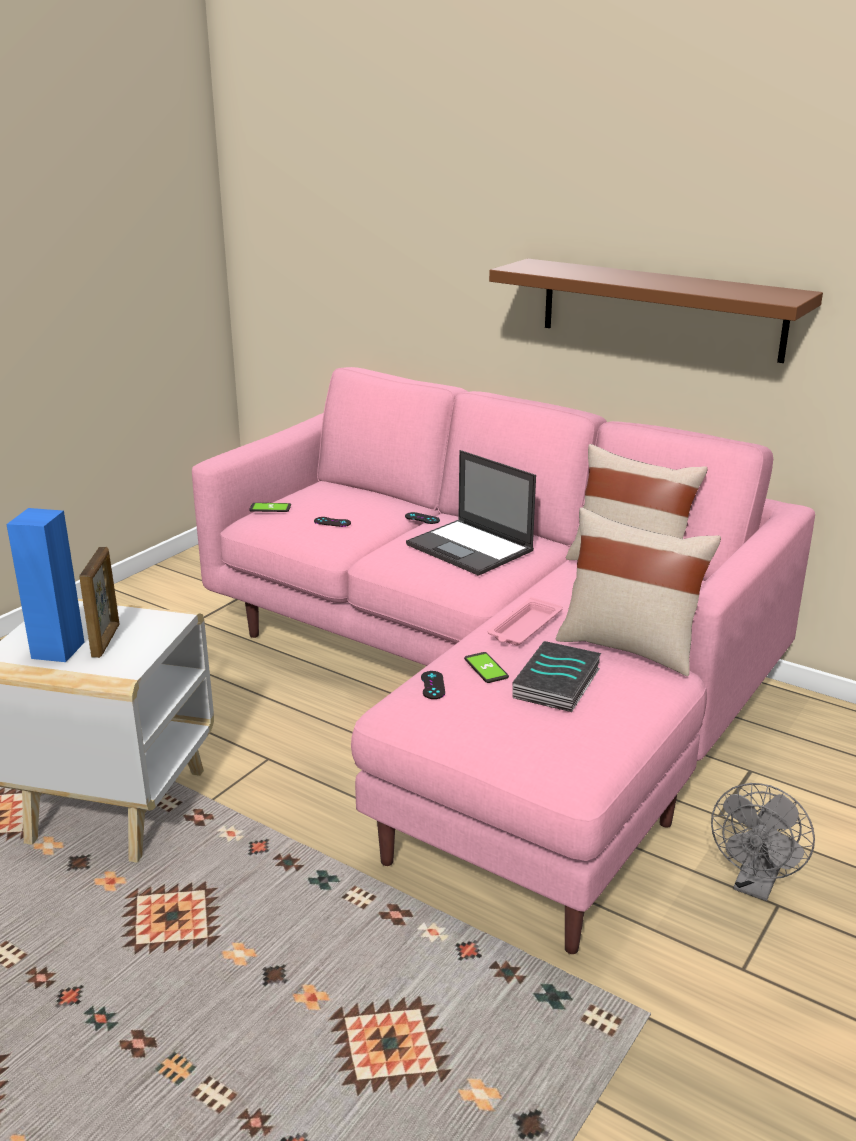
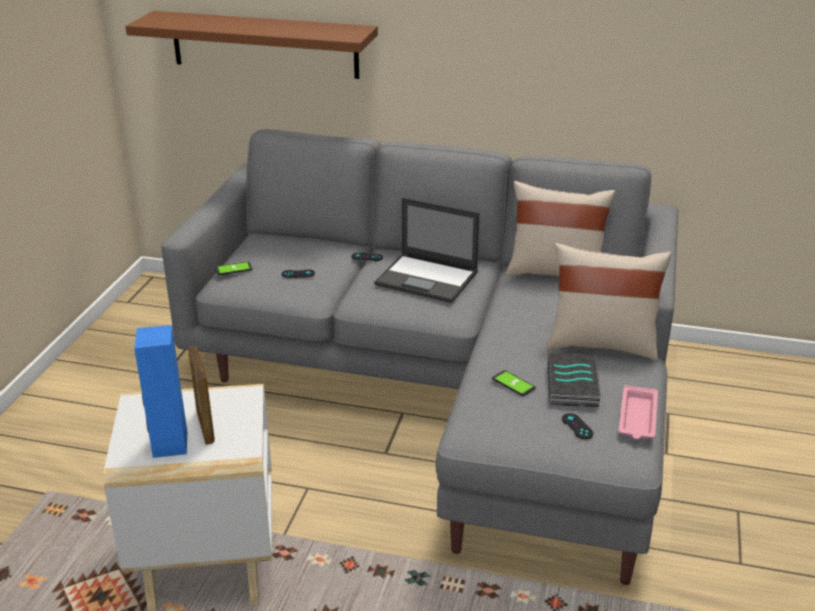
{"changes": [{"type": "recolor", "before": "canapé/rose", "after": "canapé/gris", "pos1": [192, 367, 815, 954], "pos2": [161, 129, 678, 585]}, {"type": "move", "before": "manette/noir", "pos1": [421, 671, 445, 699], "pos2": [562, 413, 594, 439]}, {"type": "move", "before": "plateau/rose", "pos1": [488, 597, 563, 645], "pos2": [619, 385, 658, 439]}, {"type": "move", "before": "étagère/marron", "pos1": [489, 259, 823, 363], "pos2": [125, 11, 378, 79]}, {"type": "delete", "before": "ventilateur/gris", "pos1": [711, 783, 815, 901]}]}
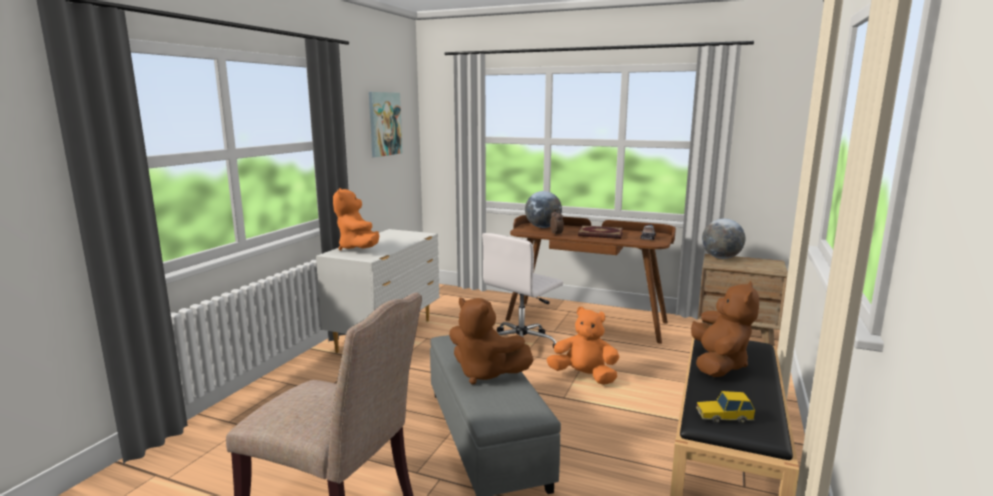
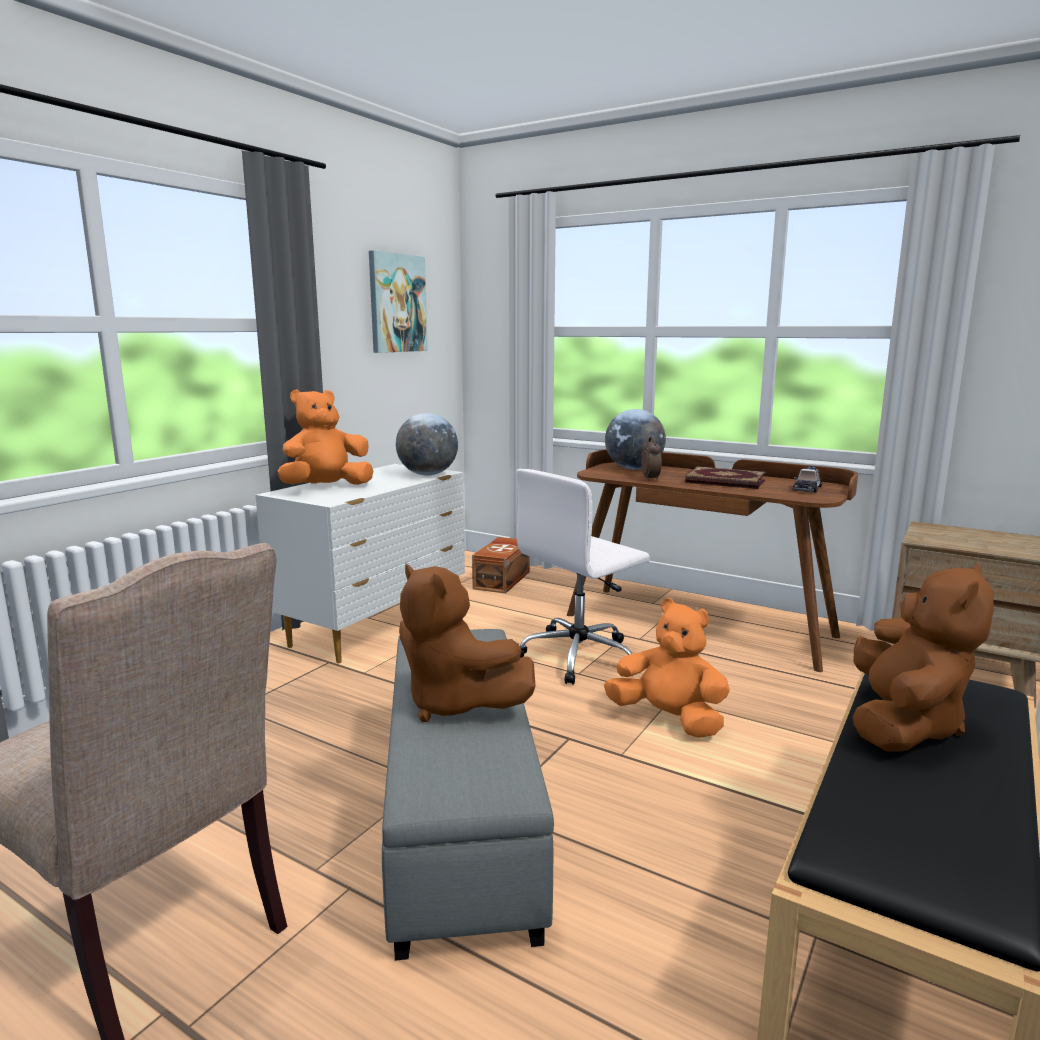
{"changes": [{"type": "rotate", "before": "peluche/orange", "pos1": [333, 188, 379, 251], "pos2": [278, 389, 373, 485], "turn": 60}, {"type": "delete", "before": "petite voiture", "pos1": [696, 391, 755, 424]}, {"type": "move", "before": "globe", "pos1": [702, 219, 745, 259], "pos2": [396, 413, 458, 475]}, {"type": "insert", "after": "boîte de rangement/marron", "pos2": [472, 537, 530, 593]}]}
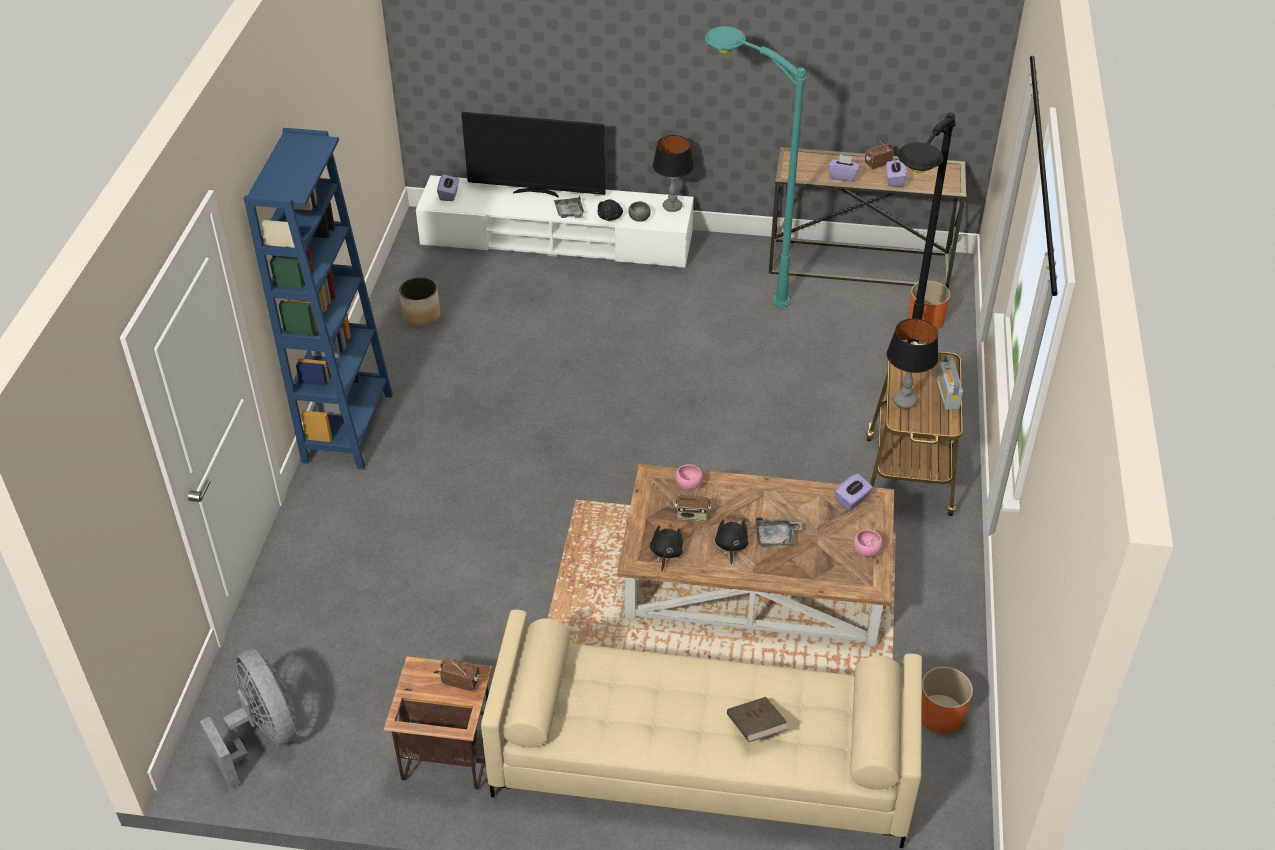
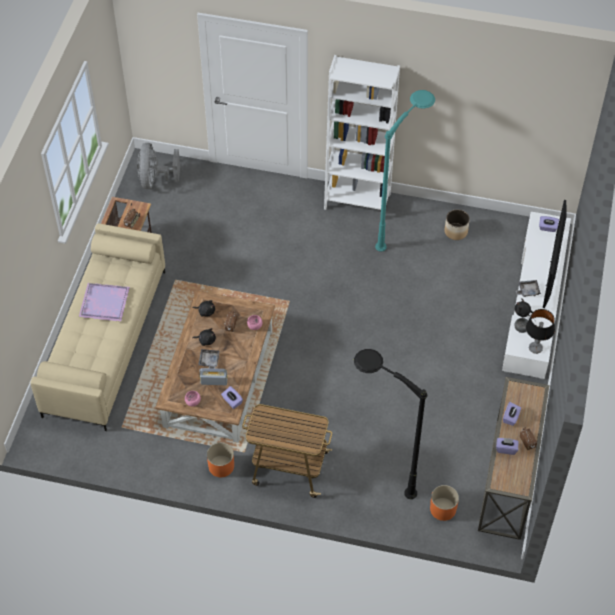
{"changes": [{"type": "rotate", "before": "ventilateur/gris", "pos1": [200, 649, 296, 789], "pos2": [137, 143, 180, 189], "turn": 120}, {"type": "recolor", "before": "bibliothèque/bleu", "after": "bibliothèque/blanc", "pos1": [244, 128, 393, 469], "pos2": [324, 55, 400, 210]}, {"type": "move", "before": "lampadaire/turquoise", "pos1": [705, 26, 807, 307], "pos2": [375, 90, 435, 252]}, {"type": "delete", "before": "livre/marron", "pos1": [727, 697, 788, 742]}, {"type": "delete", "before": "lampe de table", "pos1": [887, 318, 939, 409]}, {"type": "move", "before": "cache-pot/orange", "pos1": [922, 667, 973, 734], "pos2": [207, 442, 234, 477]}, {"type": "move", "before": "radio", "pos1": [937, 355, 963, 410], "pos2": [199, 368, 228, 385]}, {"type": "insert", "after": "plateau/violet", "pos2": [79, 283, 130, 322]}]}
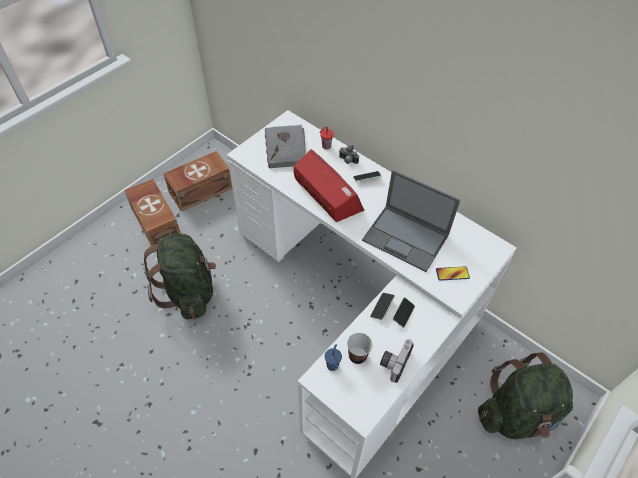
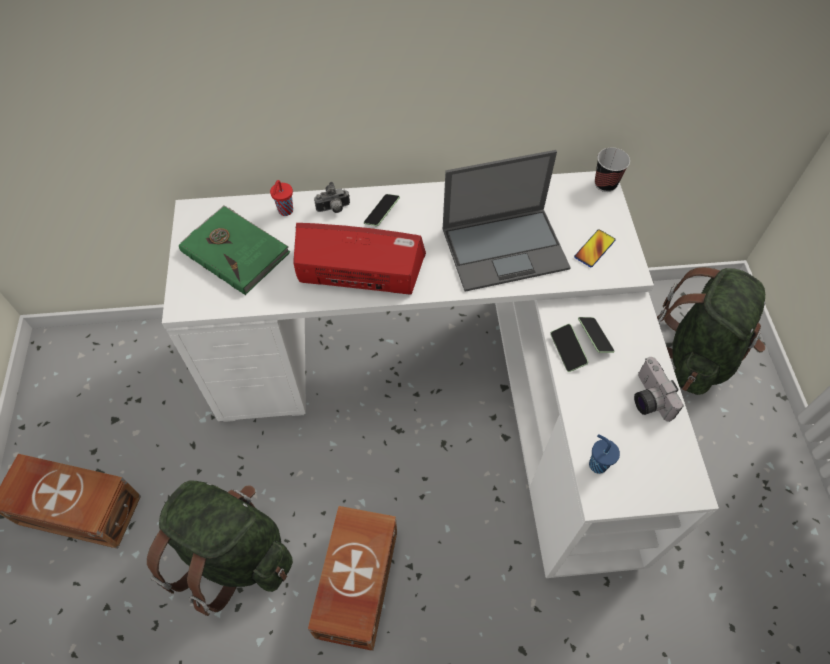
{"changes": [{"type": "move", "before": "boîte de rangement/marron", "pos1": [163, 151, 232, 211], "pos2": [308, 506, 397, 651]}, {"type": "recolor", "before": "livre/gris", "after": "livre/vert", "pos1": [265, 125, 306, 168], "pos2": [179, 205, 290, 295]}, {"type": "move", "before": "tasse", "pos1": [347, 333, 373, 364], "pos2": [595, 148, 630, 192]}]}
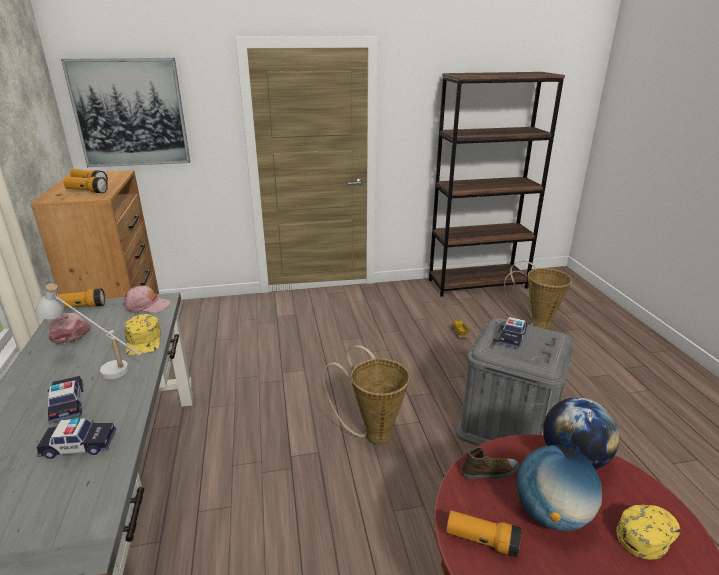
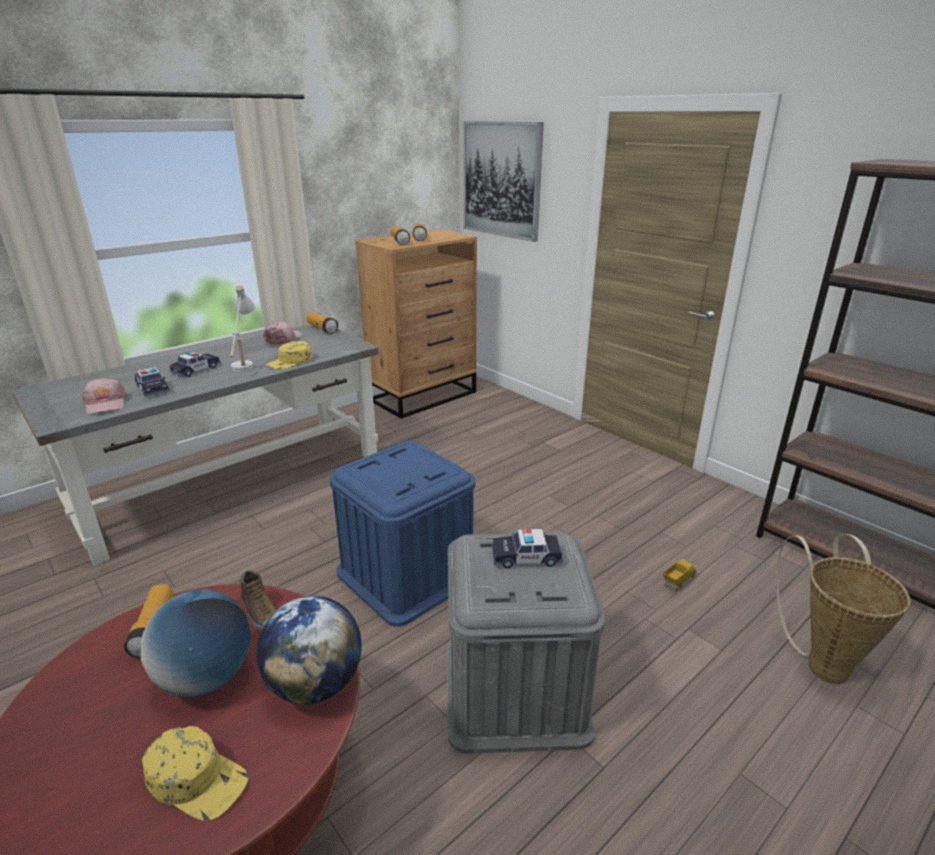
{"changes": [{"type": "move", "before": "casquette/rose", "pos1": [122, 286, 172, 313], "pos2": [82, 378, 126, 415]}, {"type": "replace", "before": "panier", "after": "boîte de rangement/bleu", "pos1": [323, 345, 410, 445], "pos2": [329, 441, 475, 627]}]}
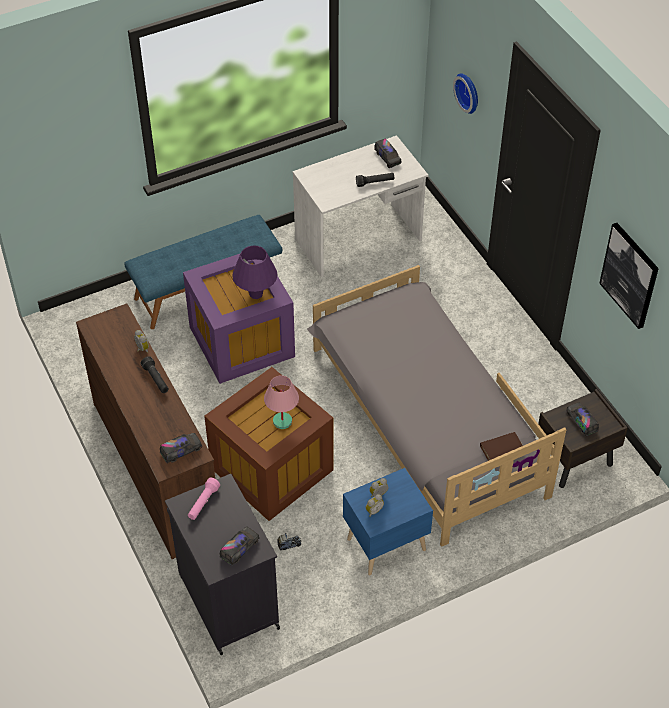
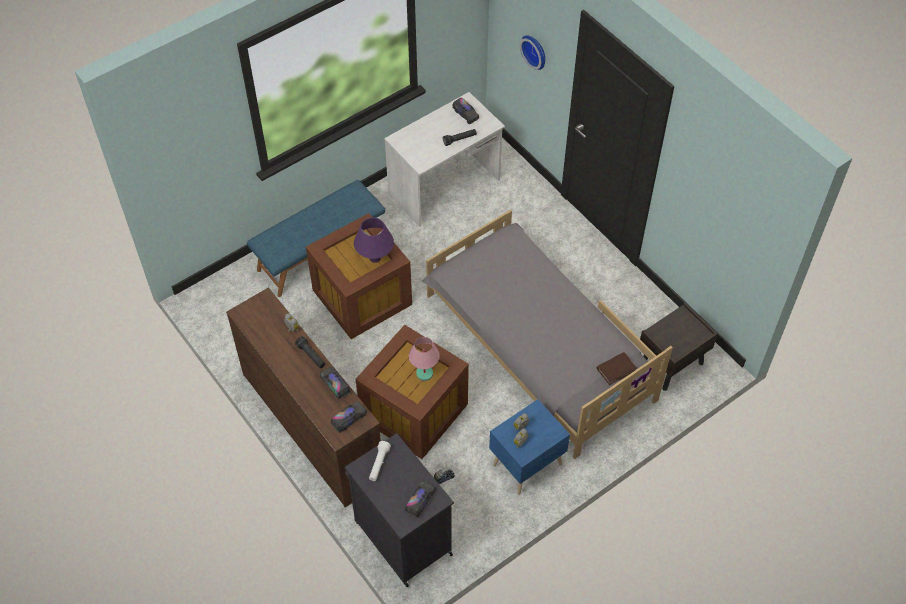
{"changes": [{"type": "recolor", "before": "boîte de rangement/violet", "after": "boîte de rangement/marron", "pos1": [183, 254, 295, 384], "pos2": [306, 213, 412, 339]}, {"type": "recolor", "before": "lampe de poche/rose", "after": "lampe de poche/blanc", "pos1": [188, 478, 220, 520], "pos2": [369, 441, 391, 481]}, {"type": "move", "before": "camion jouet", "pos1": [566, 402, 599, 436], "pos2": [320, 367, 350, 399]}, {"type": "delete", "before": "tableau", "pos1": [599, 223, 659, 329]}]}
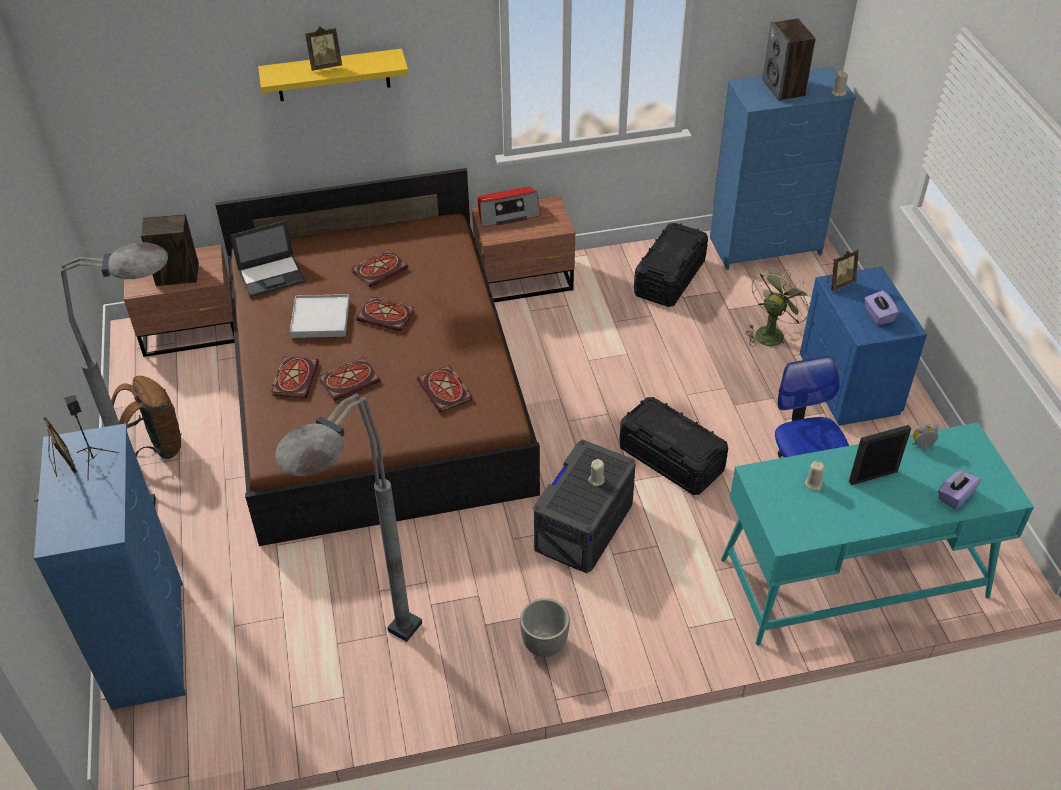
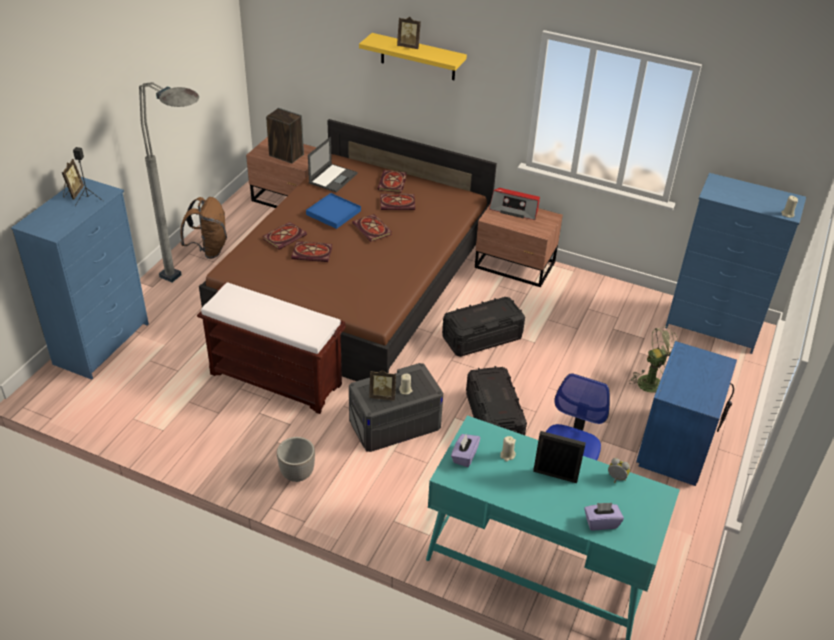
{"changes": [{"type": "rotate", "before": "ordinateur portable", "pos1": [230, 220, 305, 297], "pos2": [308, 137, 358, 192], "turn": -75}, {"type": "delete", "before": "lampadaire/gris", "pos1": [275, 394, 422, 642]}, {"type": "recolor", "before": "plateau/blanc", "after": "plateau/bleu", "pos1": [290, 294, 350, 338], "pos2": [306, 193, 361, 229]}, {"type": "move", "before": "livre", "pos1": [417, 365, 472, 413], "pos2": [378, 170, 407, 193]}, {"type": "move", "before": "boîte de rangement/noir", "pos1": [634, 223, 708, 307], "pos2": [442, 297, 525, 357]}, {"type": "delete", "before": "enceinte", "pos1": [762, 19, 816, 101]}, {"type": "move", "before": "cadre photo", "pos1": [826, 249, 859, 291], "pos2": [369, 370, 396, 401]}, {"type": "move", "before": "boîte à mouchoirs/violet", "pos1": [865, 290, 899, 325], "pos2": [451, 434, 480, 467]}, {"type": "insert", "after": "banc/marron", "pos2": [197, 282, 346, 414]}]}
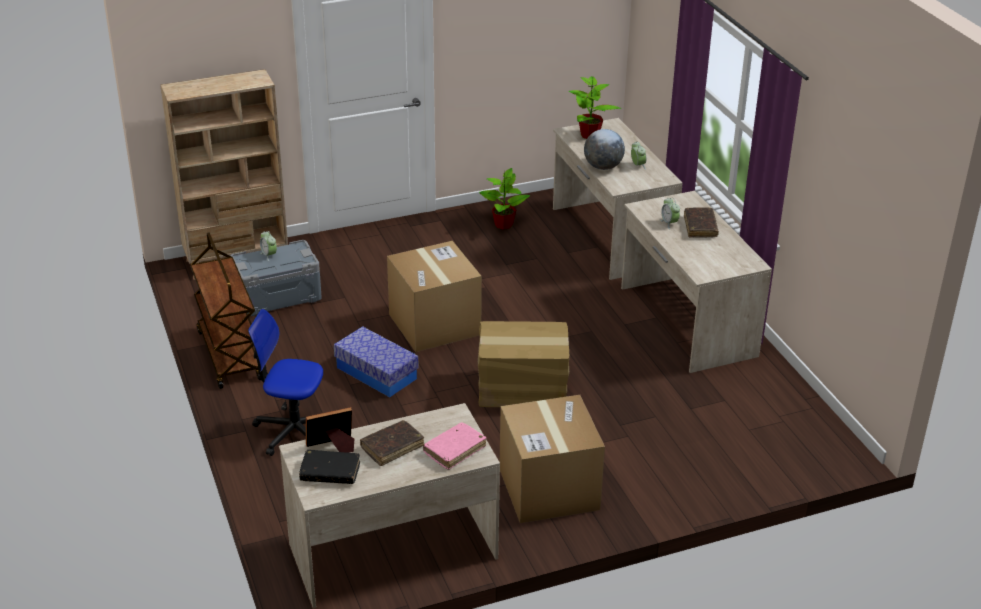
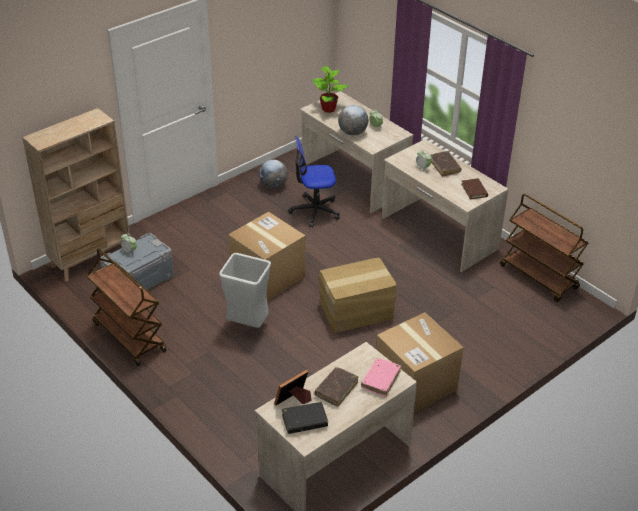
{"changes": [{"type": "move", "before": "chaise de bureau", "pos1": [248, 309, 323, 456], "pos2": [288, 136, 339, 227]}, {"type": "replace", "before": "boîte de rangement", "after": "poubelle/gris", "pos1": [334, 326, 419, 397], "pos2": [219, 253, 271, 328]}, {"type": "replace", "before": "plante en pot", "after": "globe", "pos1": [479, 168, 530, 230], "pos2": [259, 160, 288, 188]}, {"type": "insert", "after": "livre/marron", "pos2": [462, 178, 488, 199]}, {"type": "insert", "after": "chariot/marron", "pos2": [500, 194, 588, 302]}]}
